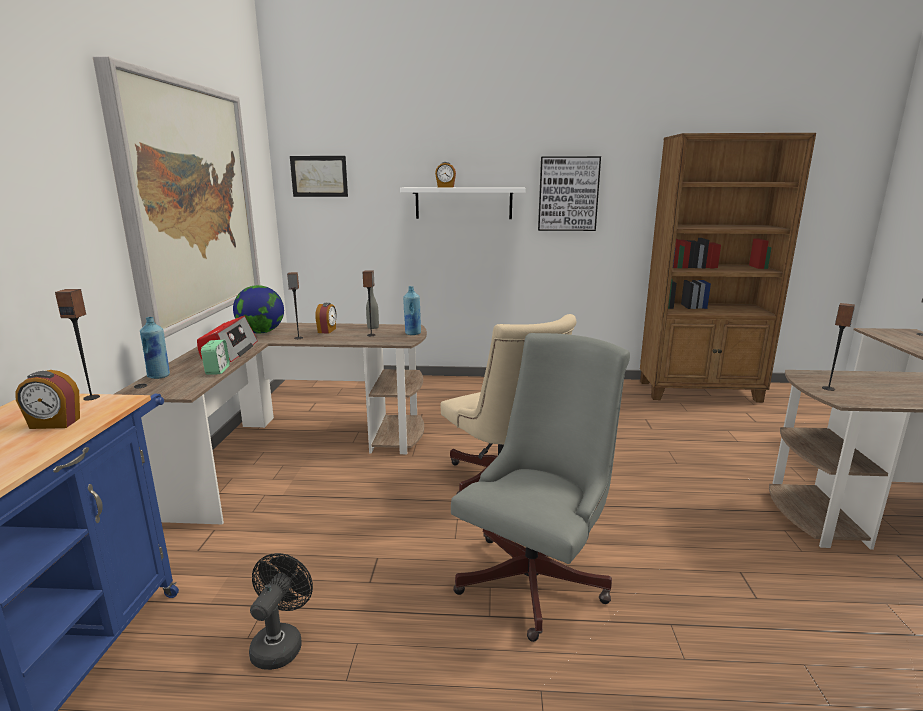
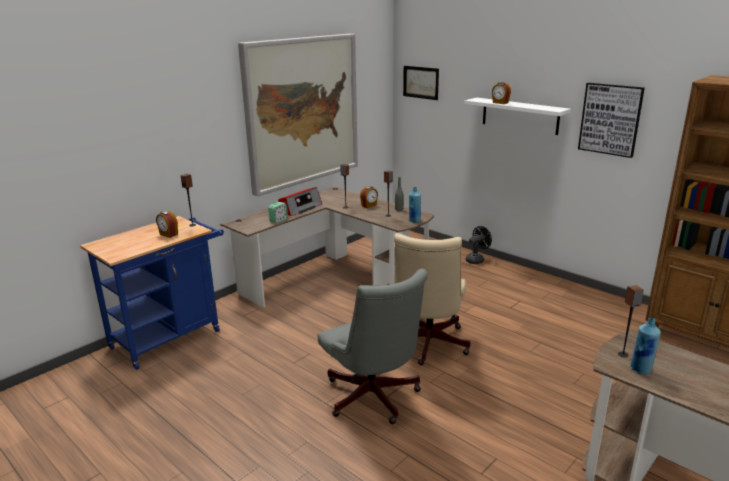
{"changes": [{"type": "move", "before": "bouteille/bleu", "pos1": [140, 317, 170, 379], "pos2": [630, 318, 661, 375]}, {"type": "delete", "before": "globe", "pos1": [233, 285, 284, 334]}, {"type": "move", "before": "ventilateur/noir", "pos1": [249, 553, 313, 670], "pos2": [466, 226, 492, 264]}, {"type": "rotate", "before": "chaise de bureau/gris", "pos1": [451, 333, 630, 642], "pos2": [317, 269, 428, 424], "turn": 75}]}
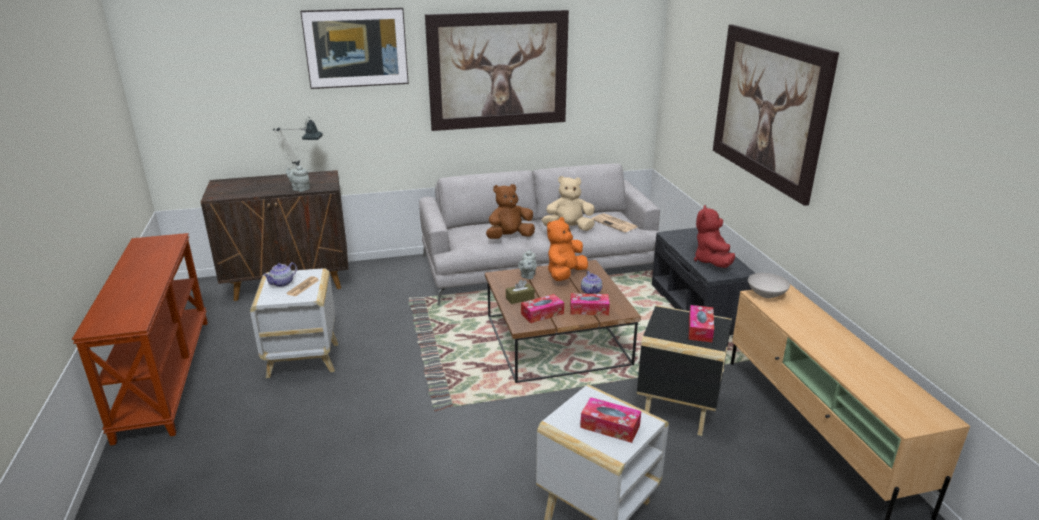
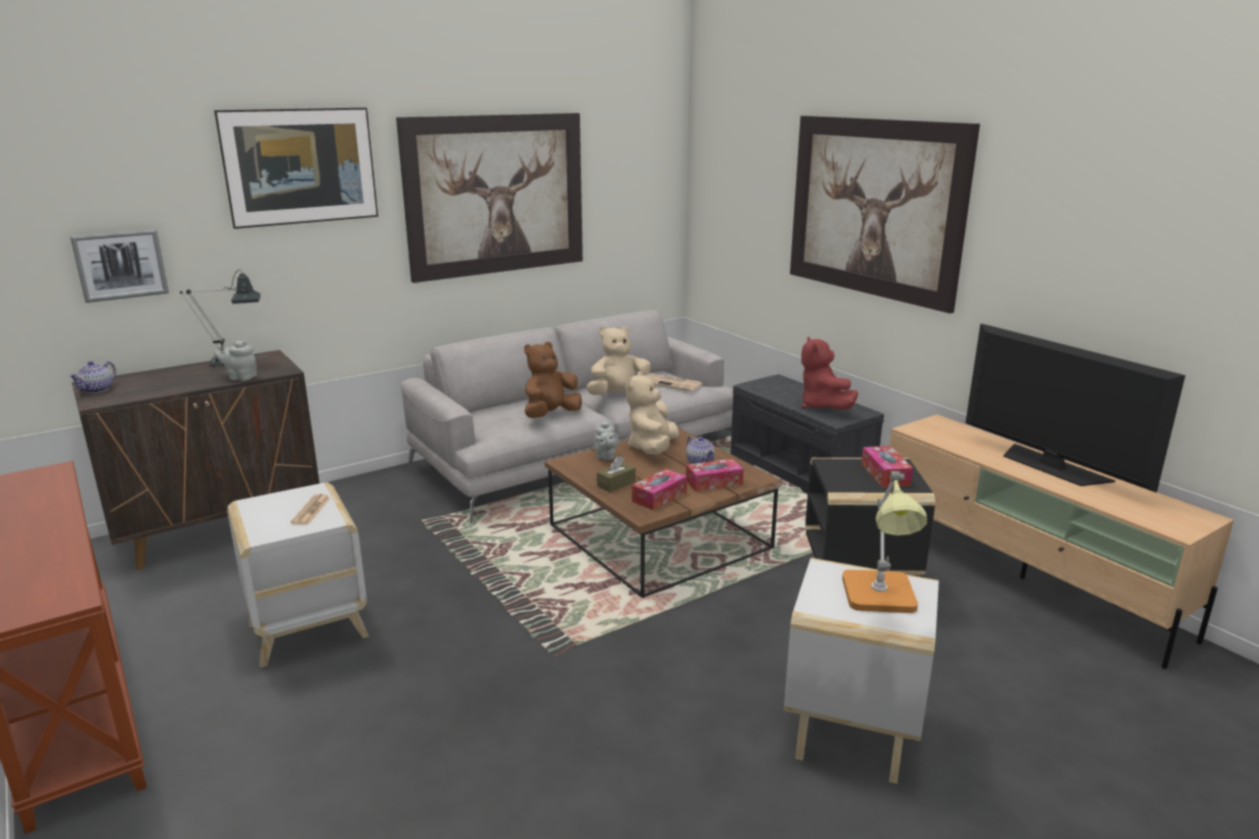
{"changes": [{"type": "move", "before": "théière", "pos1": [263, 262, 297, 287], "pos2": [69, 361, 116, 393]}, {"type": "recolor", "before": "peluche/orange", "after": "peluche/beige", "pos1": [547, 217, 588, 281], "pos2": [626, 371, 679, 455]}, {"type": "replace", "before": "boîte à mouchoirs", "after": "lampe de table", "pos1": [580, 397, 641, 443], "pos2": [842, 471, 927, 613]}, {"type": "delete", "before": "bol/blanc", "pos1": [748, 273, 790, 298]}, {"type": "insert", "after": "tableau", "pos2": [70, 229, 169, 303]}, {"type": "insert", "after": "téléviseur", "pos2": [966, 324, 1185, 492]}]}
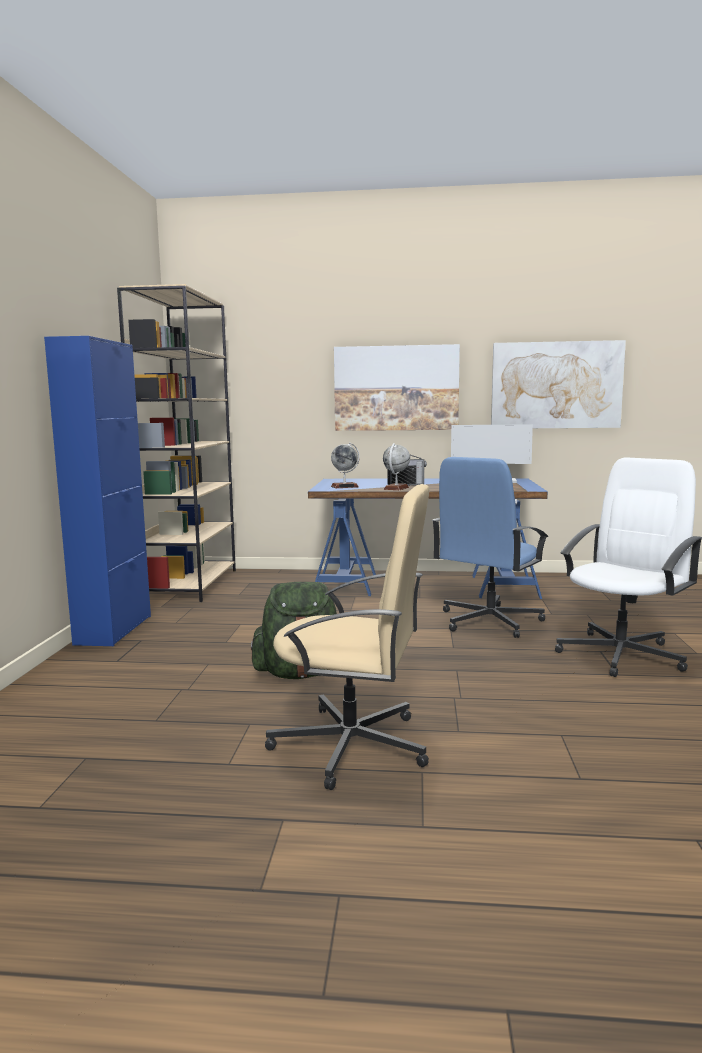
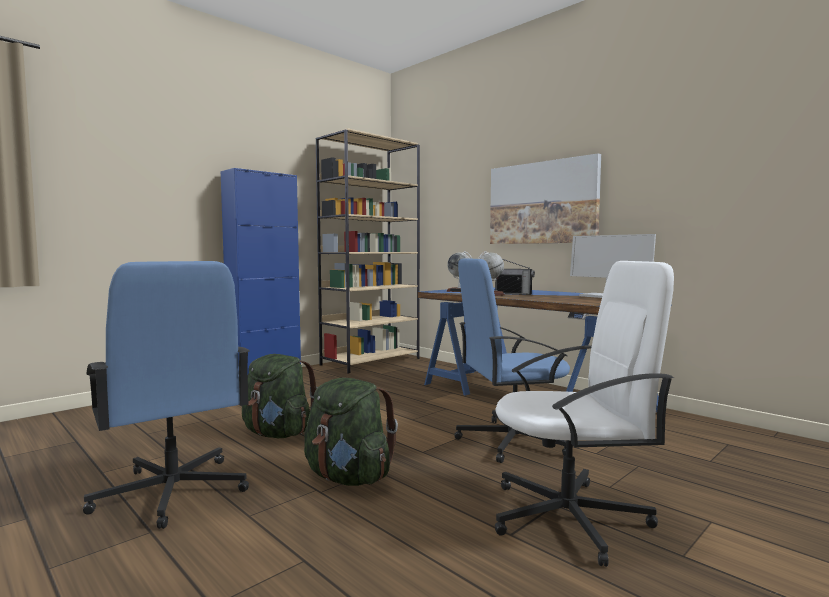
{"changes": [{"type": "recolor", "before": "chaise de bureau/beige", "after": "chaise de bureau/bleu", "pos1": [265, 484, 429, 790], "pos2": [83, 261, 250, 529]}, {"type": "delete", "before": "tableau", "pos1": [491, 340, 626, 428]}, {"type": "insert", "after": "sac à dos/vert", "pos2": [304, 377, 398, 486]}]}
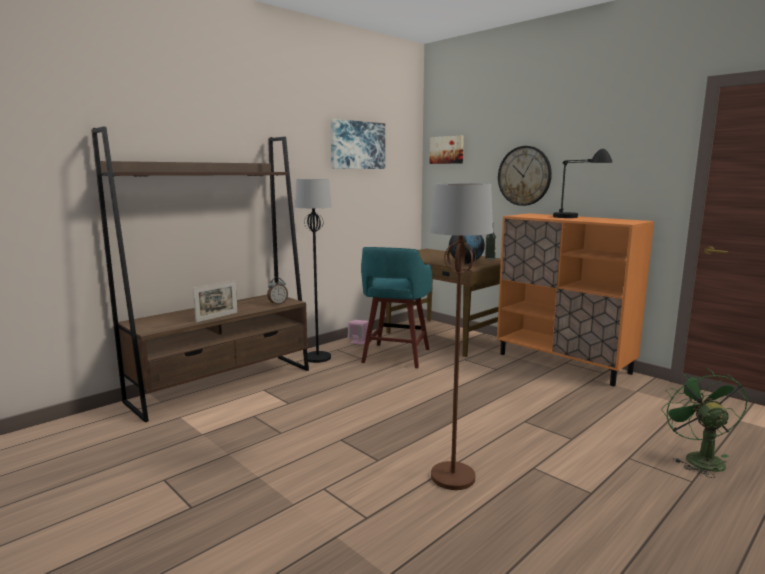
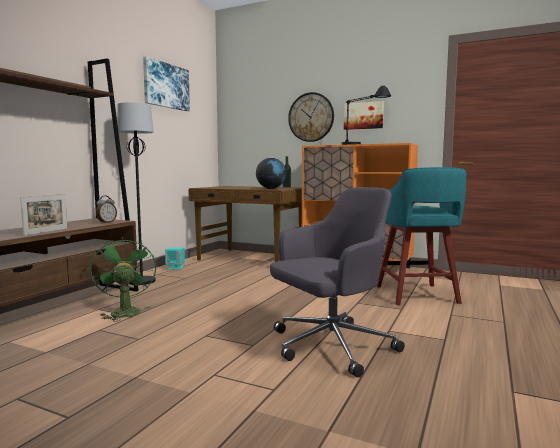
{"changes": [{"type": "recolor", "before": "enceinte/rose", "after": "enceinte/turquoise", "pos1": [348, 320, 369, 345], "pos2": [165, 248, 185, 269]}, {"type": "move", "before": "tabouret/turquoise", "pos1": [361, 247, 432, 368], "pos2": [376, 167, 466, 305]}, {"type": "move", "before": "tableau", "pos1": [429, 136, 464, 164], "pos2": [344, 101, 384, 130]}, {"type": "replace", "before": "lampadaire/marron", "after": "chaise de bureau/gris", "pos1": [430, 183, 493, 490], "pos2": [270, 187, 405, 377]}, {"type": "move", "before": "ventilateur/vert", "pos1": [661, 368, 748, 478], "pos2": [90, 237, 156, 322]}]}
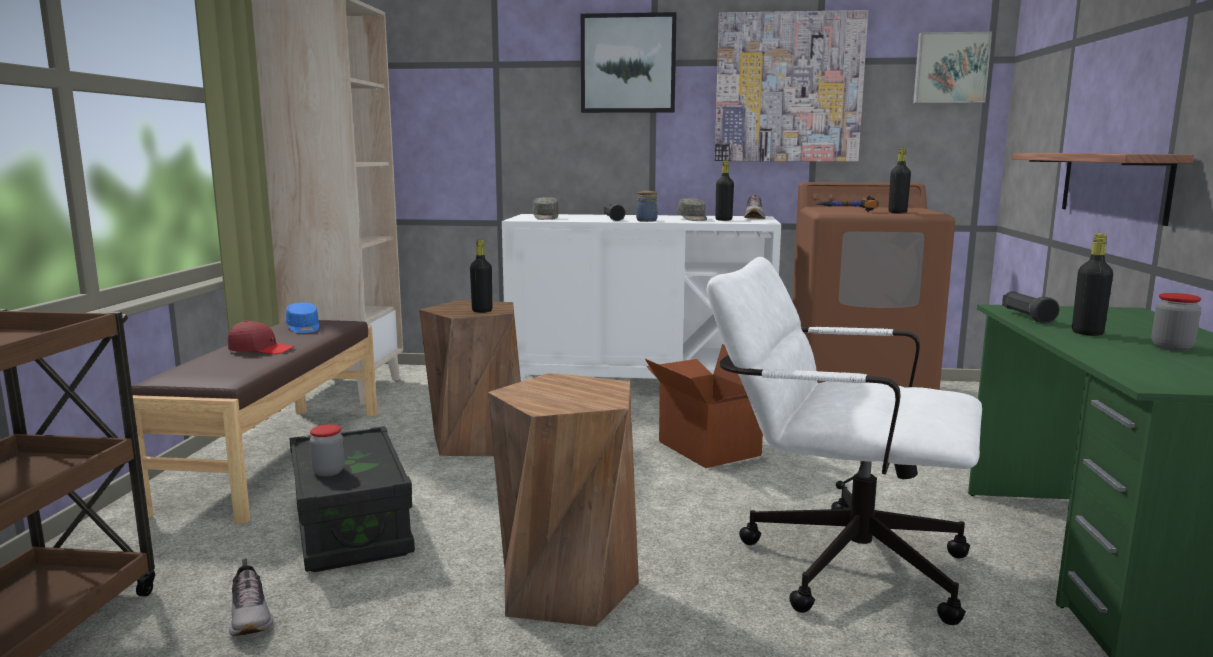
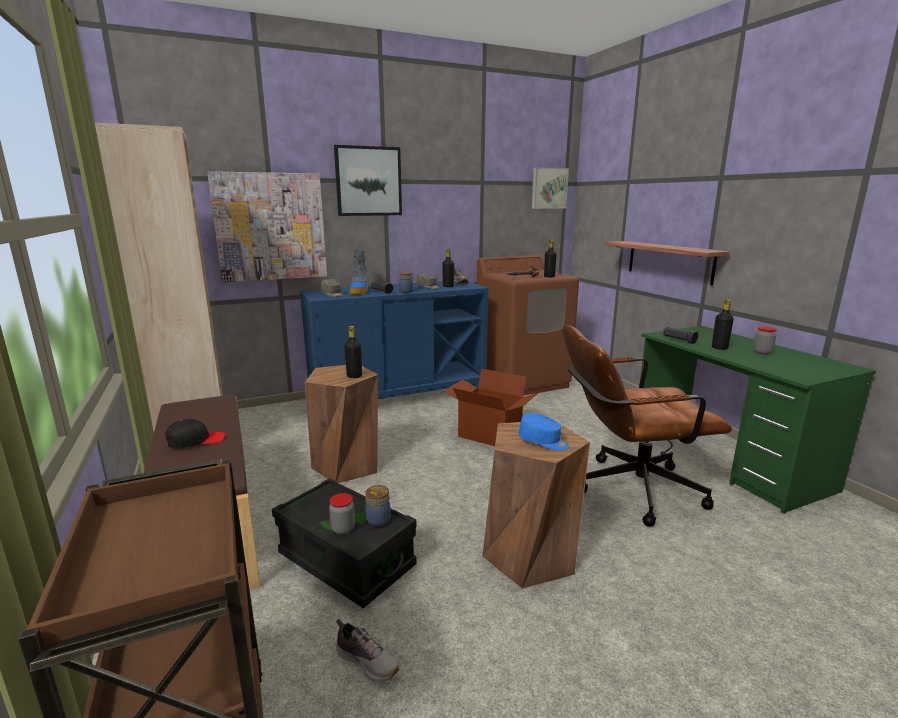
{"changes": [{"type": "recolor", "before": "casquette/rouge", "after": "casquette/noir", "pos1": [228, 320, 295, 354], "pos2": [165, 419, 225, 449]}, {"type": "move", "before": "casquette/bleu", "pos1": [286, 303, 319, 333], "pos2": [519, 413, 569, 451]}, {"type": "recolor", "before": "meuble de rangement/blanc", "after": "meuble de rangement/bleu", "pos1": [502, 214, 781, 382], "pos2": [300, 281, 488, 399]}, {"type": "recolor", "before": "chaise de bureau/blanc", "after": "chaise de bureau/marron", "pos1": [707, 257, 982, 625], "pos2": [563, 325, 732, 527]}, {"type": "move", "before": "tableau", "pos1": [715, 10, 868, 162], "pos2": [207, 171, 327, 282]}, {"type": "insert", "after": "botte", "pos2": [350, 250, 368, 295]}, {"type": "insert", "after": "bocal", "pos2": [365, 485, 391, 526]}]}
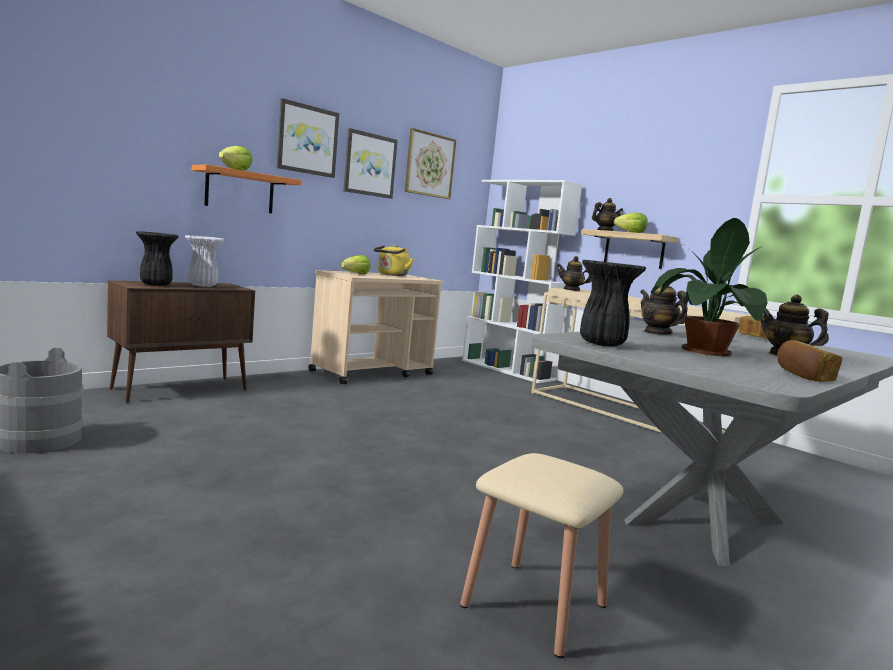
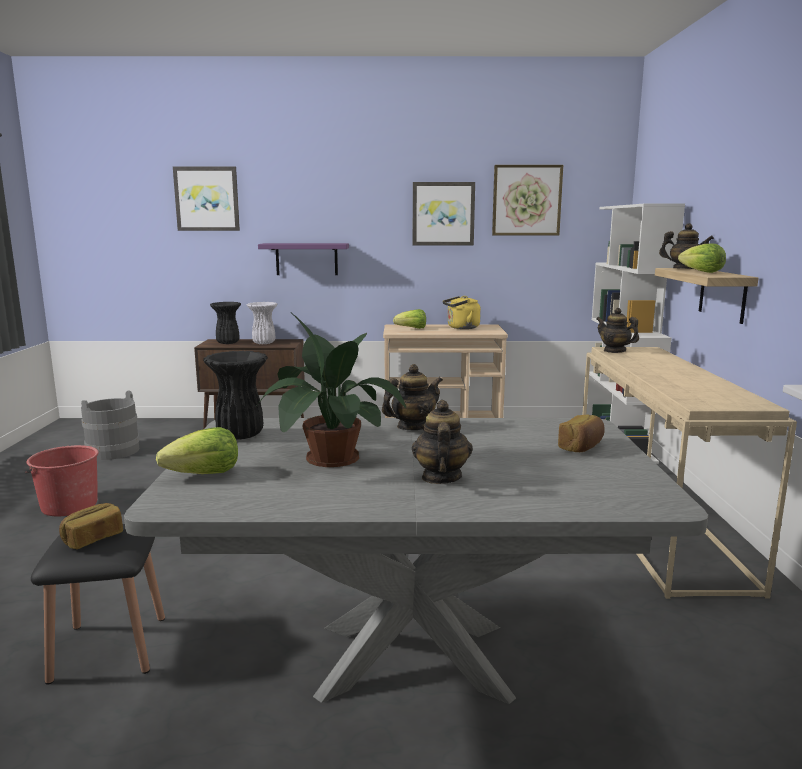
{"changes": [{"type": "recolor", "before": "étagère/orange", "after": "étagère/violet", "pos1": [192, 164, 301, 213], "pos2": [258, 243, 349, 275]}, {"type": "move", "before": "laitue", "pos1": [219, 146, 253, 171], "pos2": [156, 427, 238, 474]}, {"type": "move", "before": "tableau", "pos1": [276, 98, 339, 178], "pos2": [173, 167, 240, 231]}, {"type": "recolor", "before": "tabouret/beige", "after": "tabouret/noir", "pos1": [460, 453, 624, 658], "pos2": [31, 524, 165, 685]}, {"type": "rotate", "before": "théière", "pos1": [640, 282, 688, 335], "pos2": [382, 364, 443, 430], "turn": 45}, {"type": "move", "before": "pain", "pos1": [777, 340, 842, 382], "pos2": [59, 503, 123, 549]}, {"type": "insert", "after": "seau/rouge", "pos2": [25, 445, 99, 517]}]}
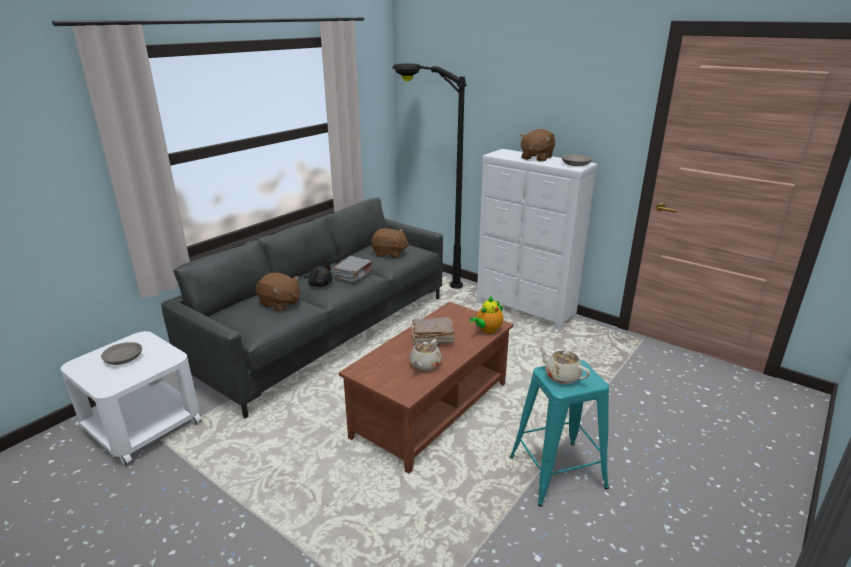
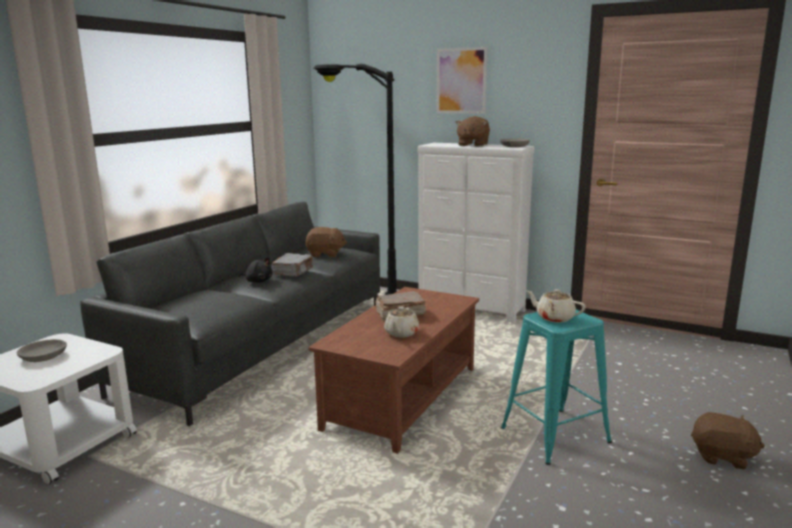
{"changes": [{"type": "move", "before": "peluche/marron", "pos1": [256, 273, 300, 312], "pos2": [691, 412, 765, 470]}, {"type": "delete", "before": "théière", "pos1": [470, 296, 503, 334]}, {"type": "insert", "after": "tableau", "pos2": [437, 47, 488, 114]}]}
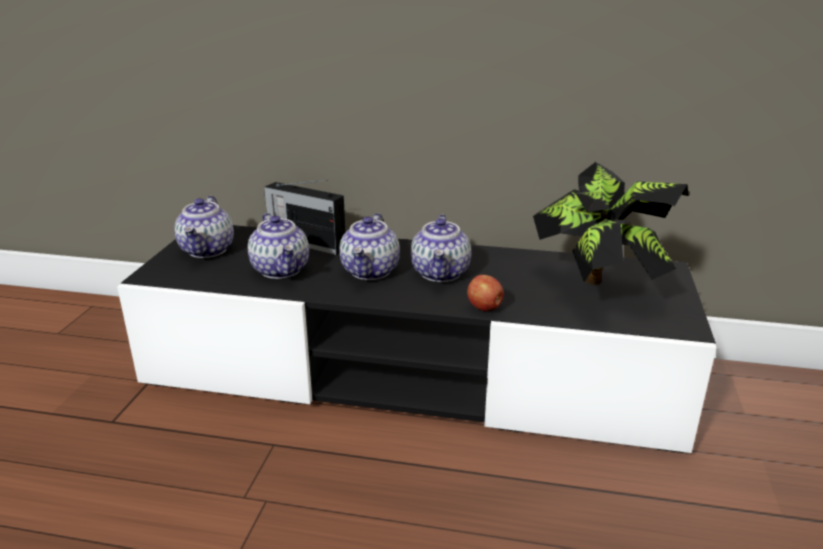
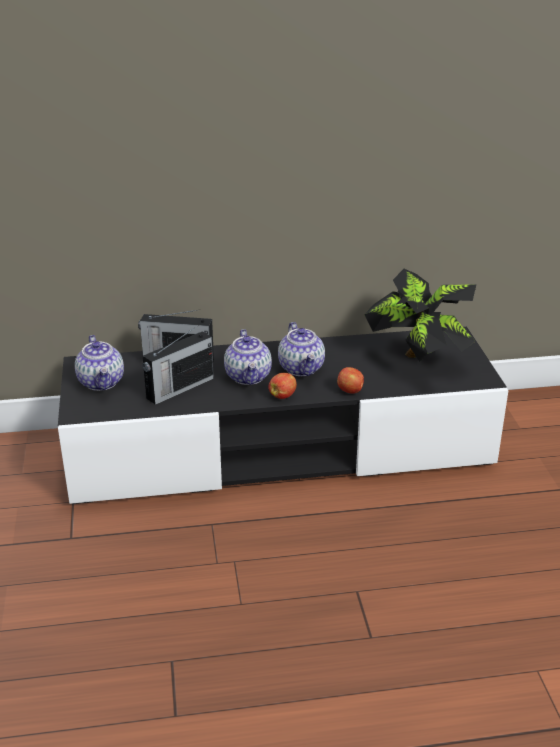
{"changes": [{"type": "replace", "before": "théière", "after": "radio", "pos1": [248, 213, 309, 279], "pos2": [142, 325, 214, 405]}, {"type": "insert", "after": "pomme", "pos2": [268, 373, 297, 399]}]}
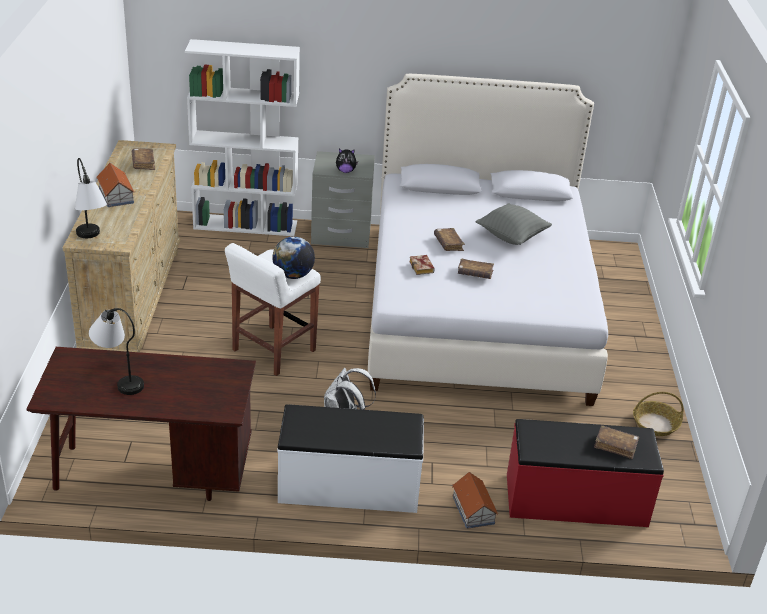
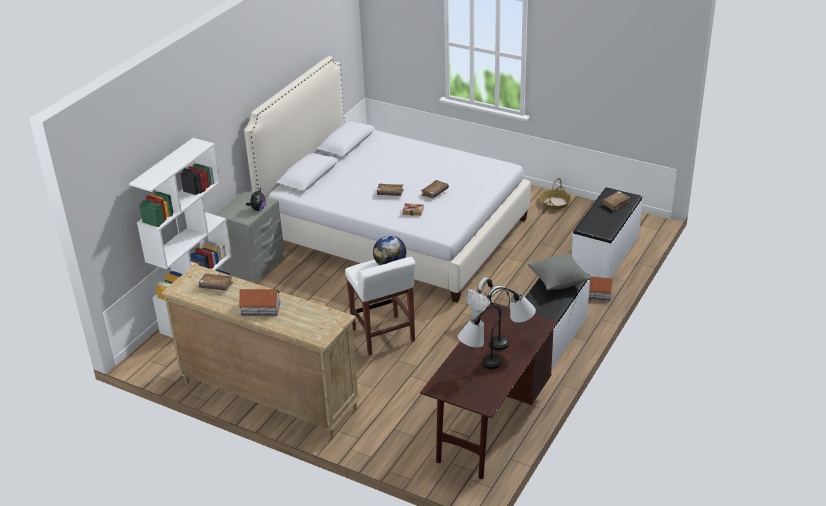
{"changes": [{"type": "move", "before": "lampe de table", "pos1": [75, 158, 107, 238], "pos2": [490, 287, 536, 350]}, {"type": "move", "before": "coussin/gris", "pos1": [475, 203, 552, 245], "pos2": [528, 253, 591, 290]}, {"type": "recolor", "before": "banc/rouge", "after": "banc/blanc", "pos1": [507, 419, 664, 527], "pos2": [572, 187, 643, 278]}]}
